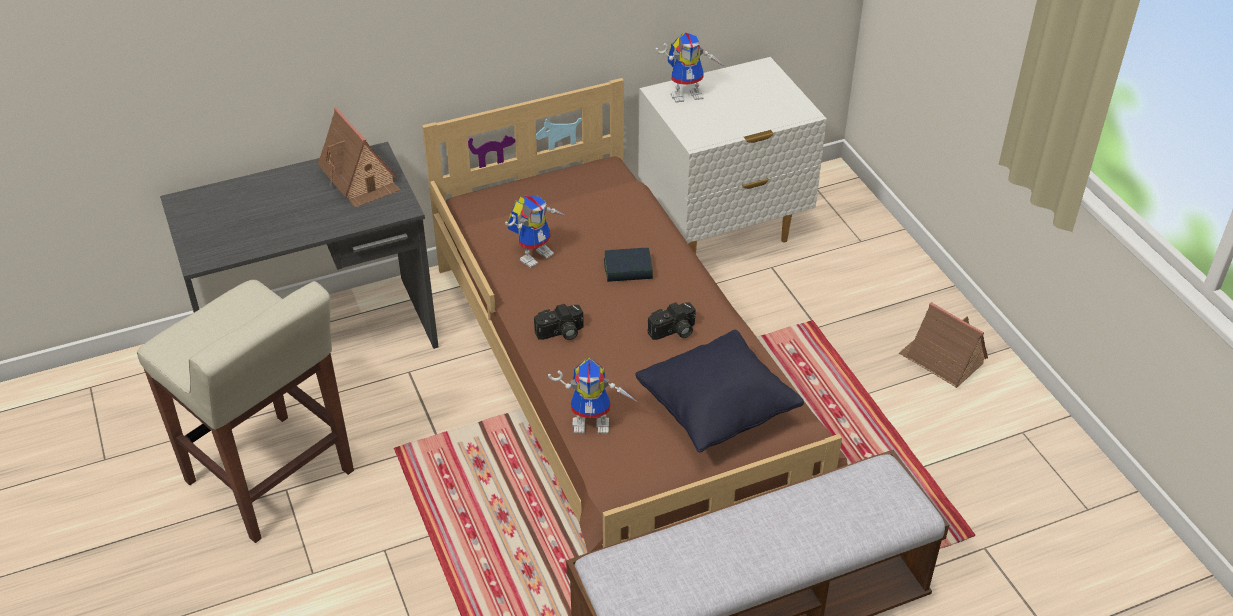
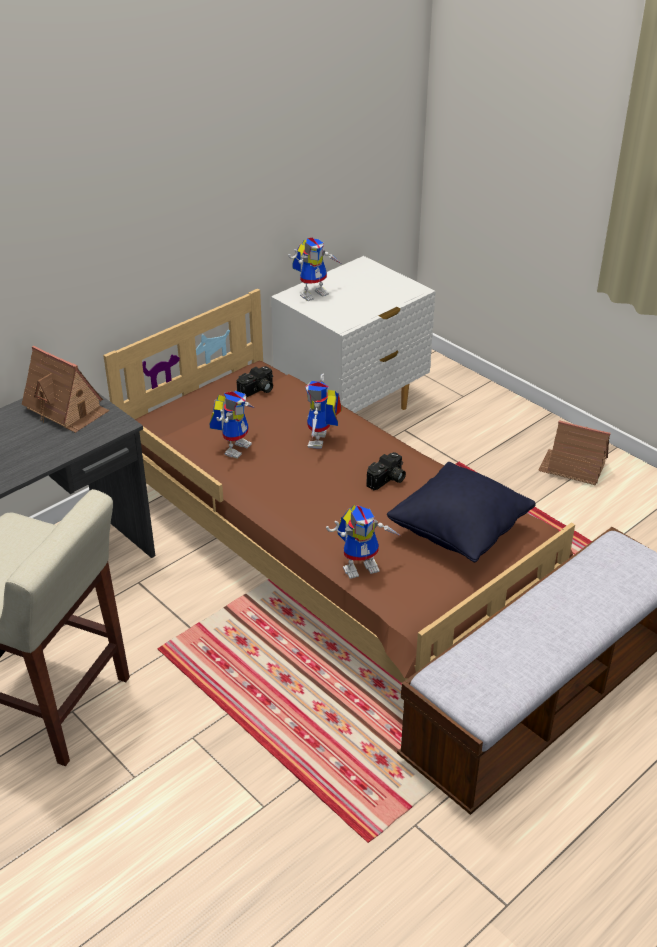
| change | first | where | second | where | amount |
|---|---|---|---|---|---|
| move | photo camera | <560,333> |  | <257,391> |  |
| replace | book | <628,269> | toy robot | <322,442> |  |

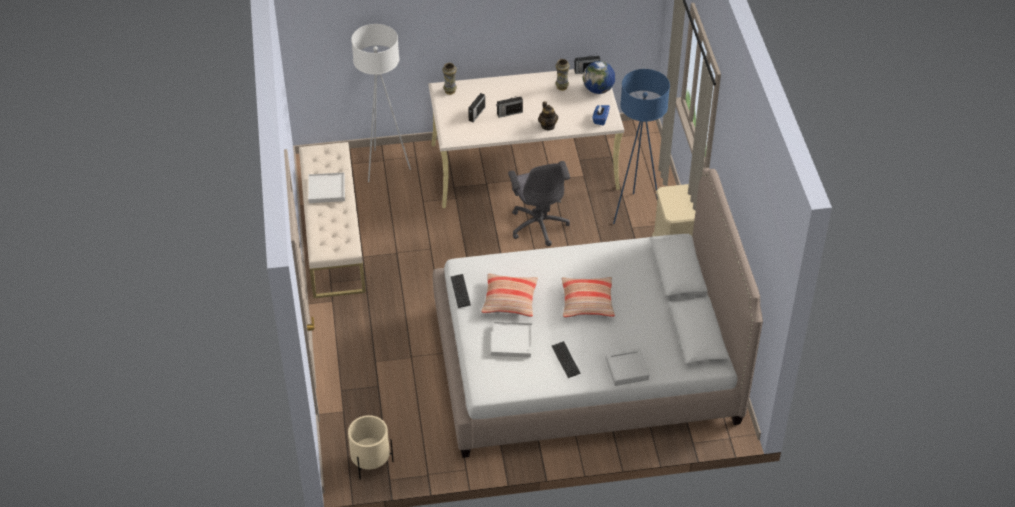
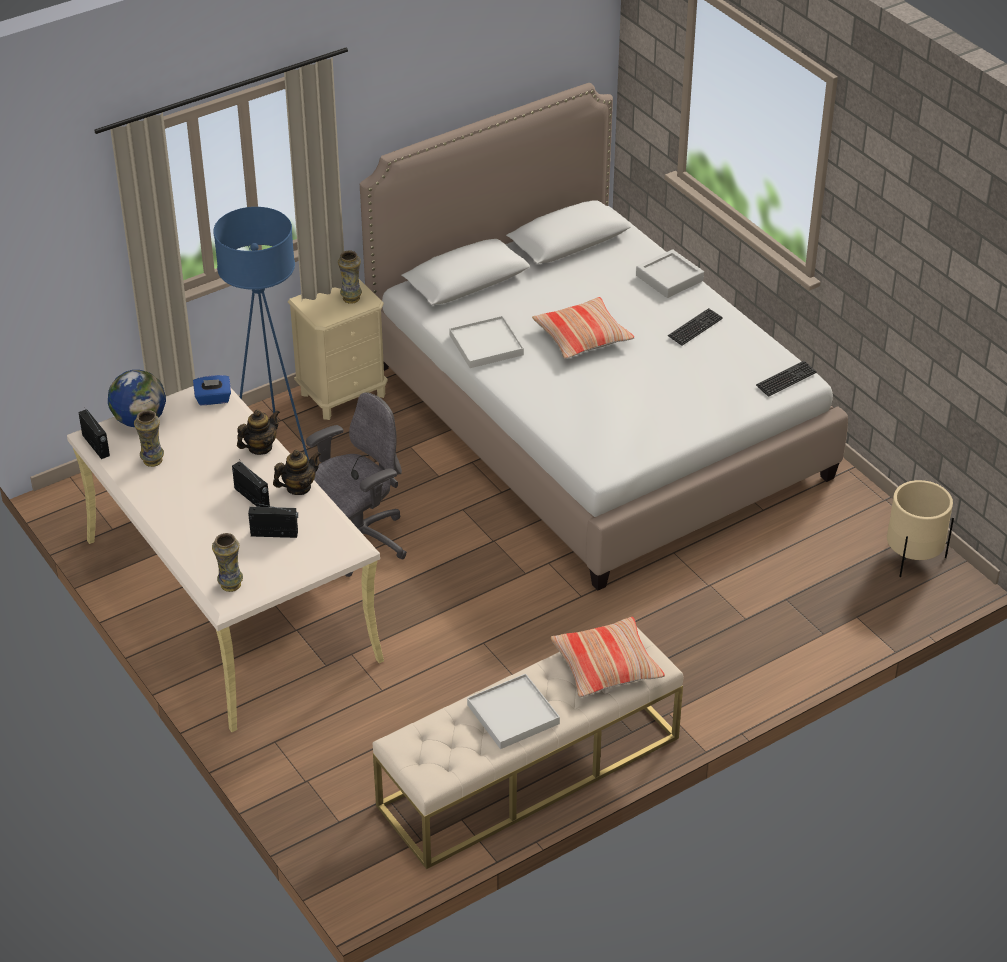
| change | first | where | second | where | amount |
|---|---|---|---|---|---|
| delete | floor lamp/white | <384,166> |  |  |  |
| insert |  |  | teapot | <298,488> |  |
| insert |  |  | vase | <351,298> |  |
| move | keyboard | <460,291> |  | <786,380> |  |
| move | pillow | <509,300> |  | <606,666> |  |
| move | tray/white | <512,341> |  | <486,345> |  |

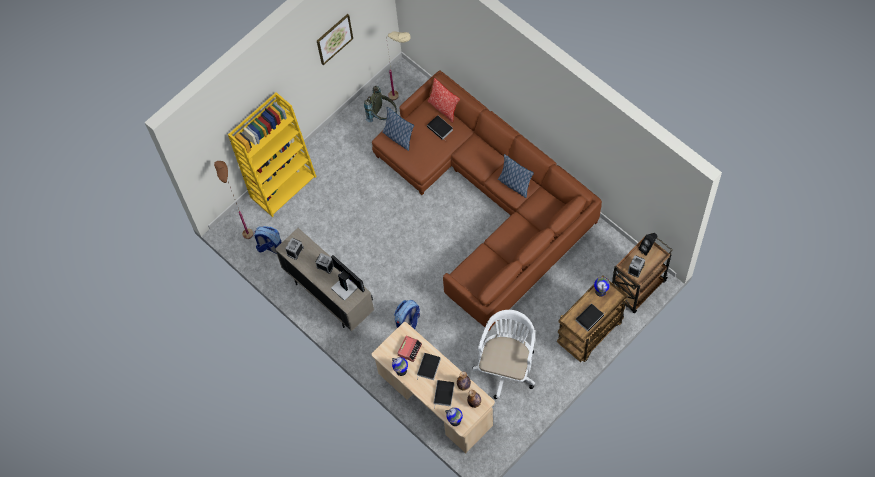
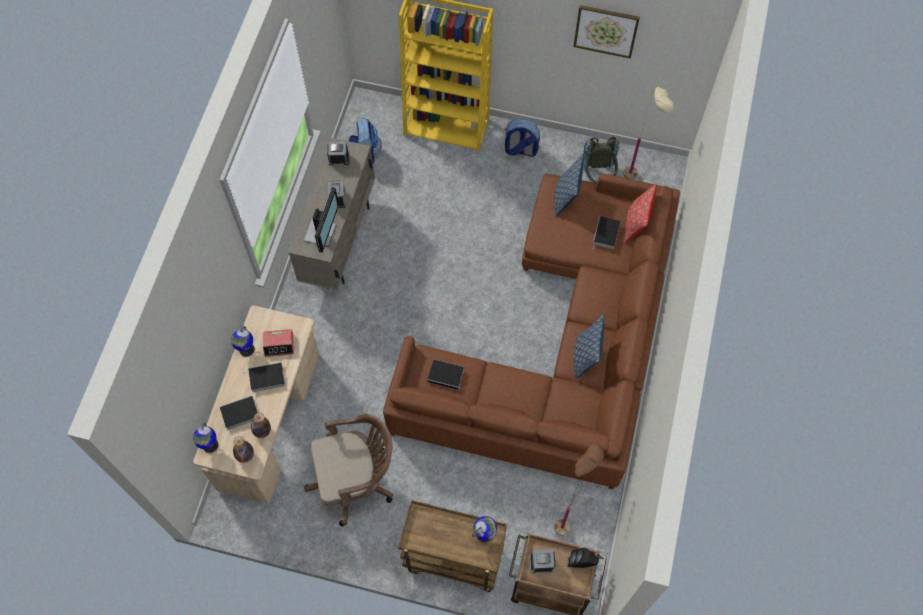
| change | first | where | second | where | amount |
|---|---|---|---|---|---|
| move | floor lamp/brown | <244,228> |  | <568,517> |  |
| move | backpack | <408,322> |  | <520,150> |  |
| move | book | <590,317> |  | <447,375> |  |
| recolor | office chair/white | <507,366> | office chair/brown | <356,480> |  |

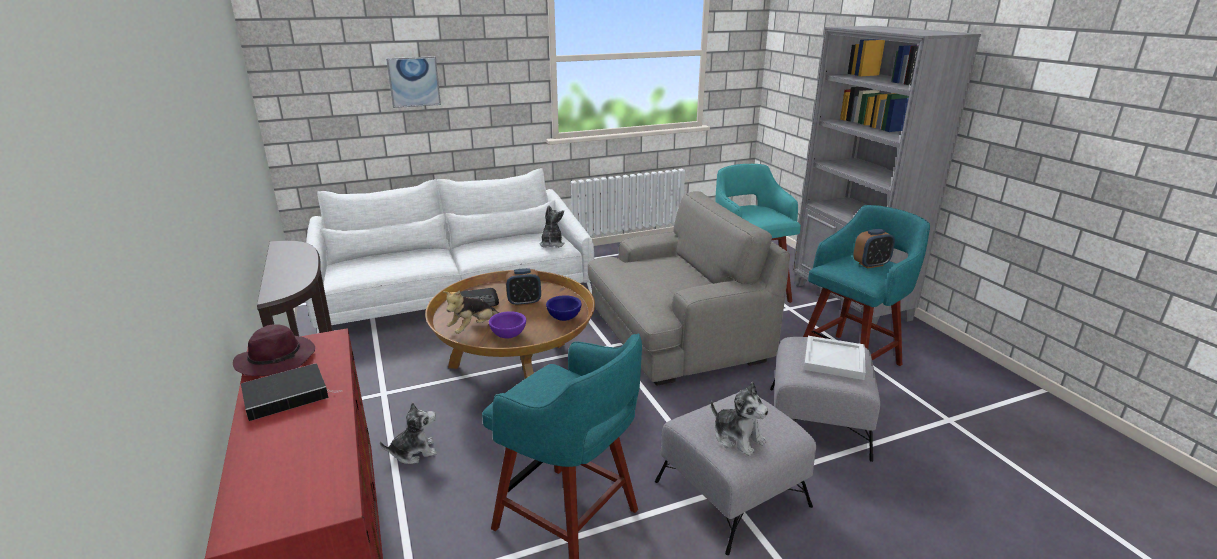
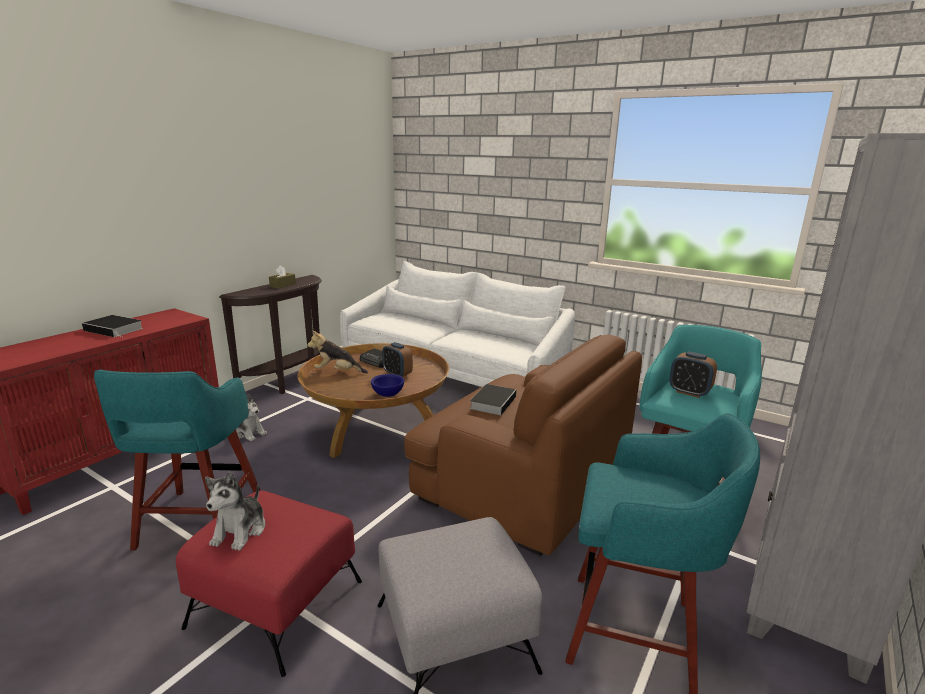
| change | first | where | second | where | amount |
|---|---|---|---|---|---|
| delete | hat/purple | <277,359> |  |  |  |
| delete | picture | <414,81> |  |  |  |
| delete | bowl/purple | <509,335> |  |  |  |
| delete | plush toy | <552,244> |  |  |  |
| delete | tray/white | <835,360> |  |  |  |
| insert |  |  | tissue box/brown | <282,285> |  |
| insert |  |  | book | <493,402> |  |
| move | alarm clock | <871,264> |  | <689,392> |  |
| recolor | armchair/grey | <676,336> | armchair/brown | <521,482> |  |
| recolor | ottoman/grey | <732,493> | ottoman/red | <277,604> |  |

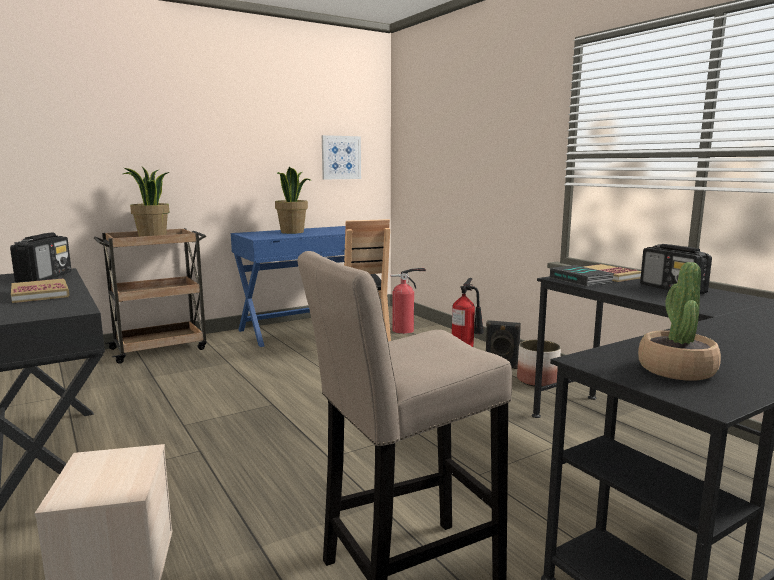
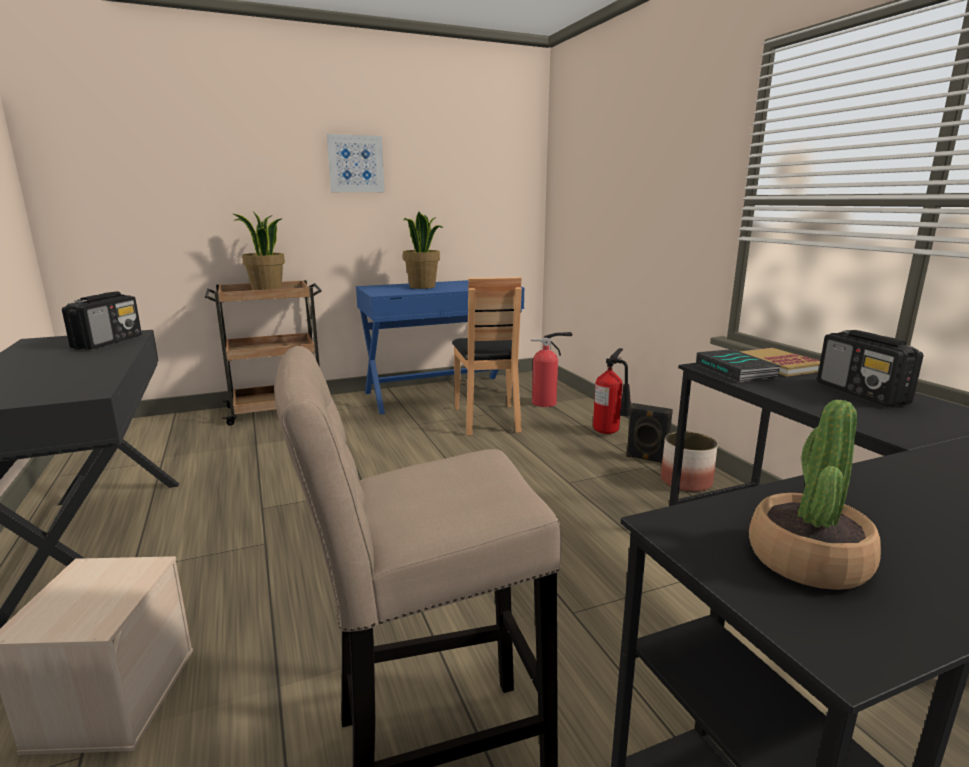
| change | first | where | second | where | amount |
|---|---|---|---|---|---|
| delete | book | <40,293> |  |  |  |
| move | picture | <341,157> |  | <355,164> |  |

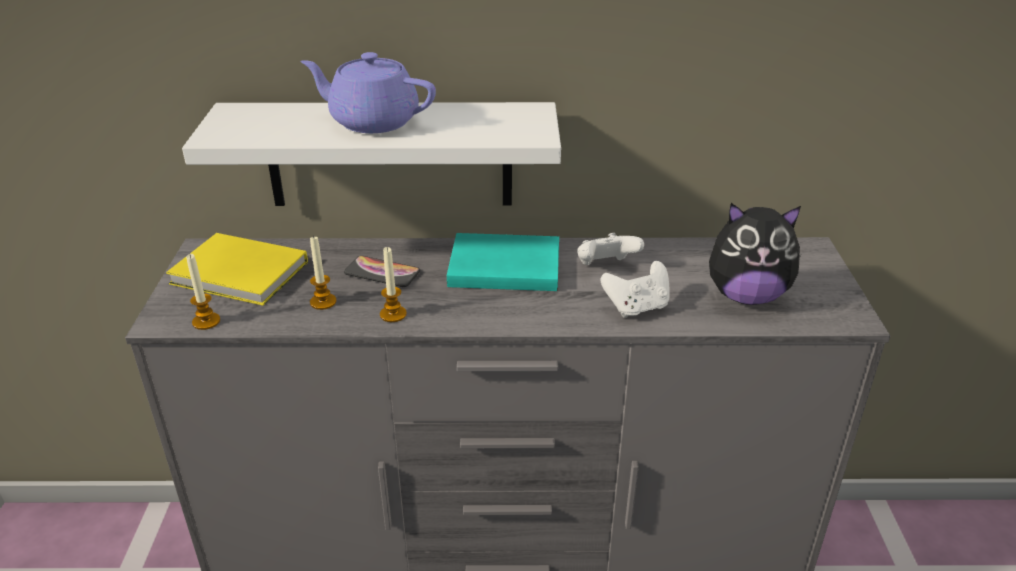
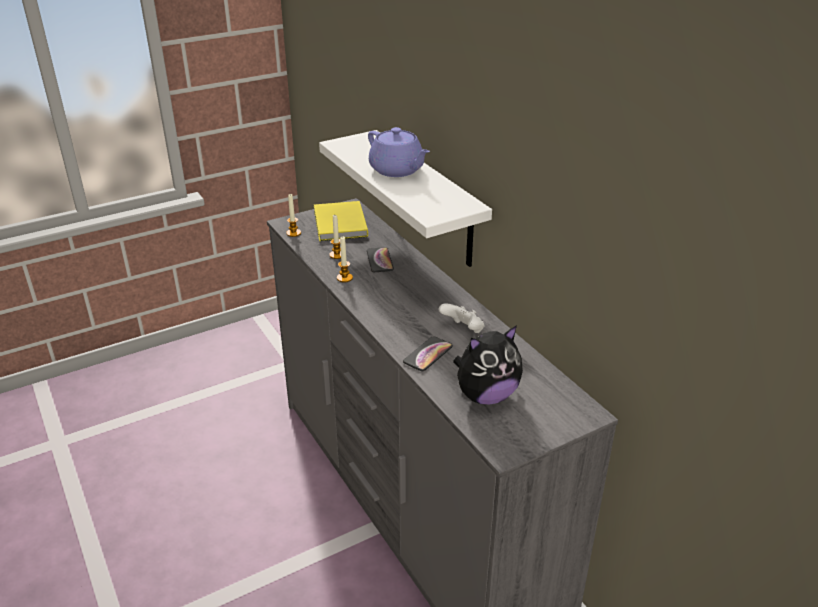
| change | first | where | second | where | amount |
|---|---|---|---|---|---|
| delete | book/turquoise | <501,265> |  |  |  |
| replace | game controller/white | <637,307> | phone | <428,354> |  |
| rotate | teapot/purple | <372,121> |  | <397,170> | 150 degrees clockwise |
| rotate | plush toy | <746,296> |  | <486,395> | 90 degrees counterclockwise |

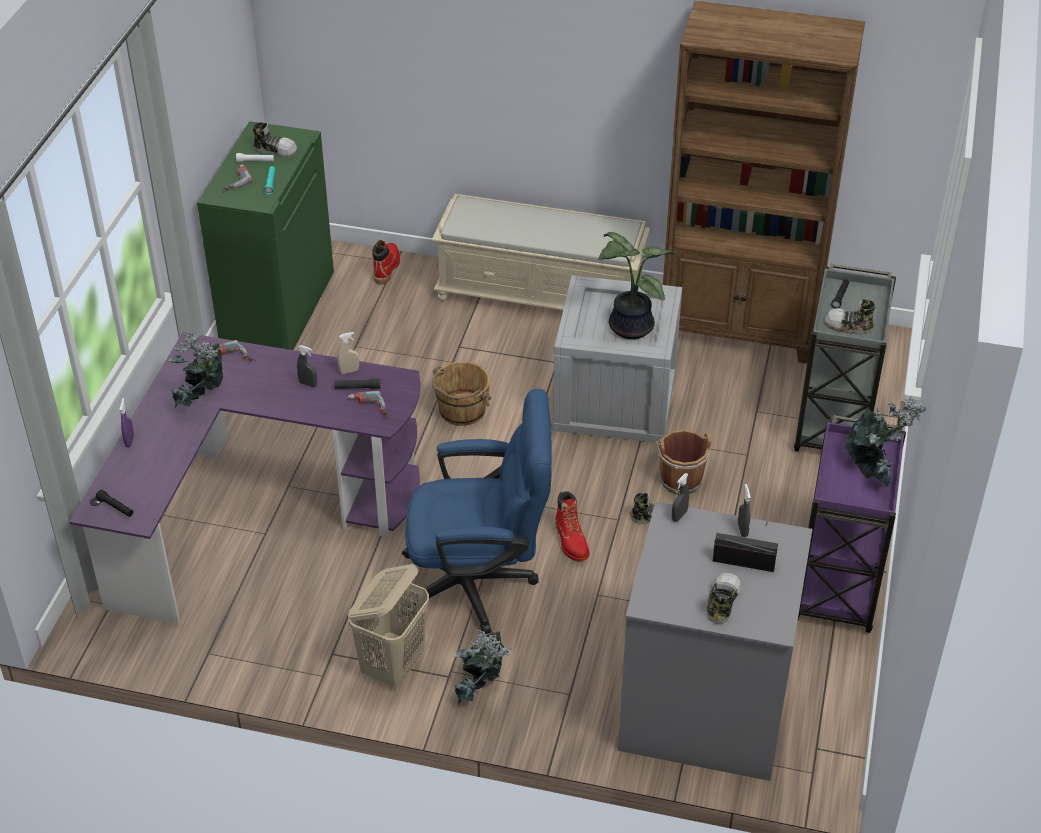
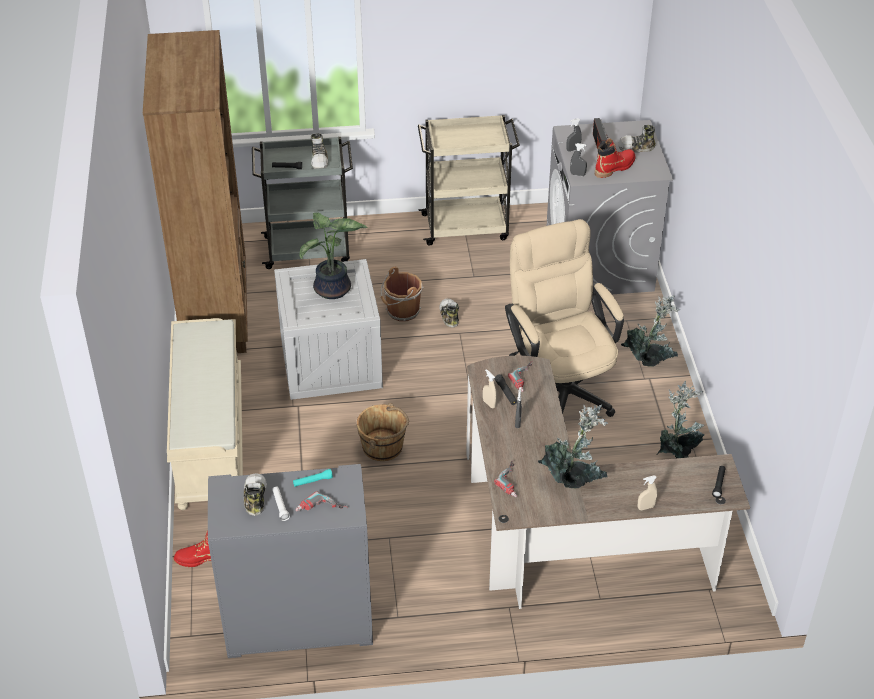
| change | first | where | second | where | amount |
|---|---|---|---|---|---|
| delete | laundry basket/beige | <393,665> |  |  |  |
| move | boot/red | <571,541> |  | <615,167> |  |
| move | potted plant | <874,471> |  | <677,453> |  |
| recolor | desk/purple | <254,511> | desk/brown | <563,537> |  |
| recolor | spray bottle/purple | <129,441> | spray bottle/beige | <646,507> |  |
| recolor | cabinet/green | <277,309> | cabinet/grey | <298,621> |  |
| recolor | office chair/blue | <480,584> | office chair/beige | <560,385> |  |
| recolor | cart/purple | <837,587> | cart/beige | <466,227> |  |

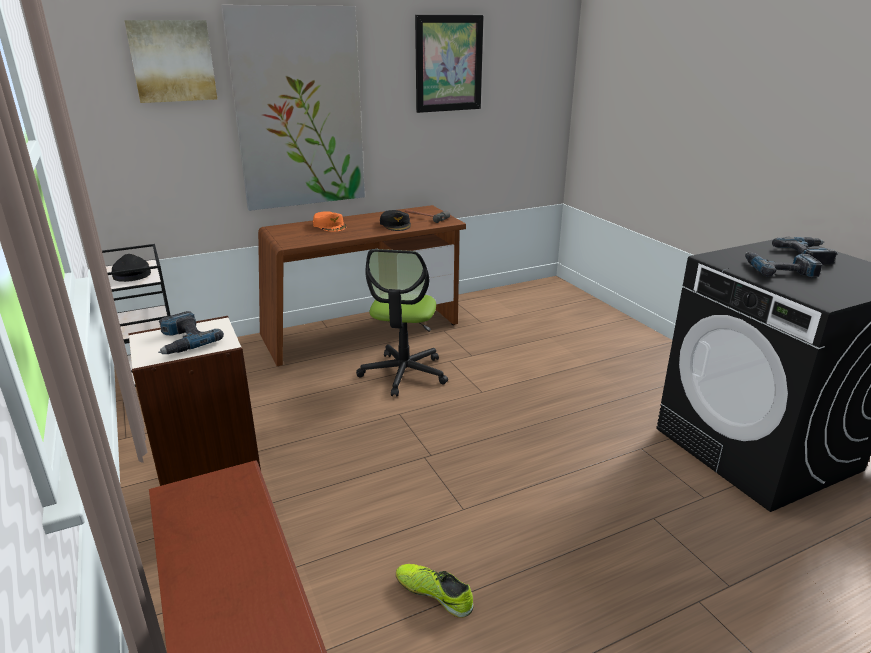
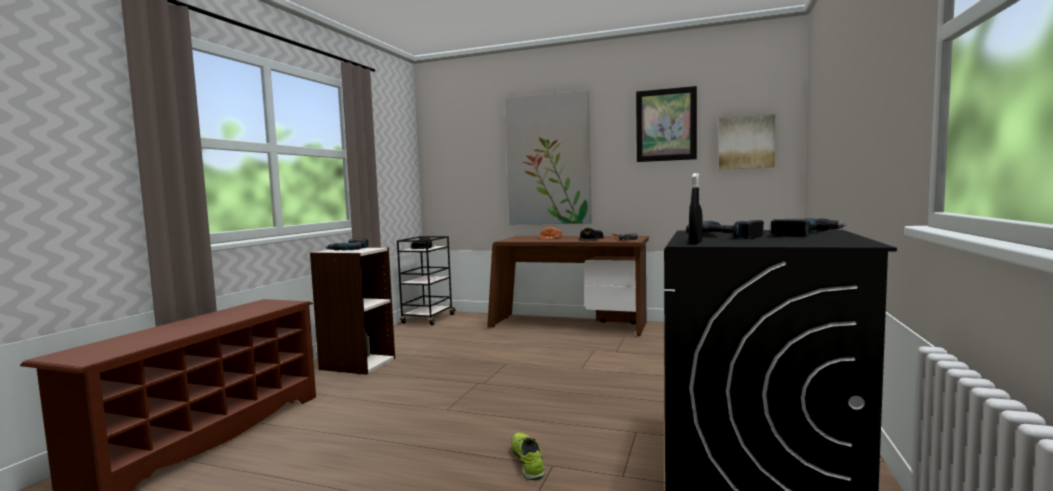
| change | first | where | second | where | amount |
|---|---|---|---|---|---|
| delete | office chair | <404,373> |  |  |  |
| insert |  |  | spray bottle/black | <695,243> |  |
| move | picture | <172,61> |  | <746,142> |  |
| move | shoe | <434,594> |  | <527,461> |  |

